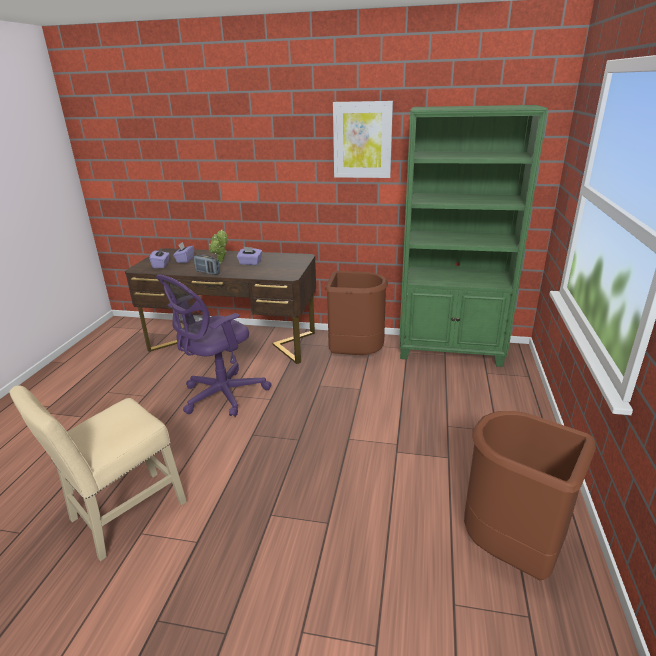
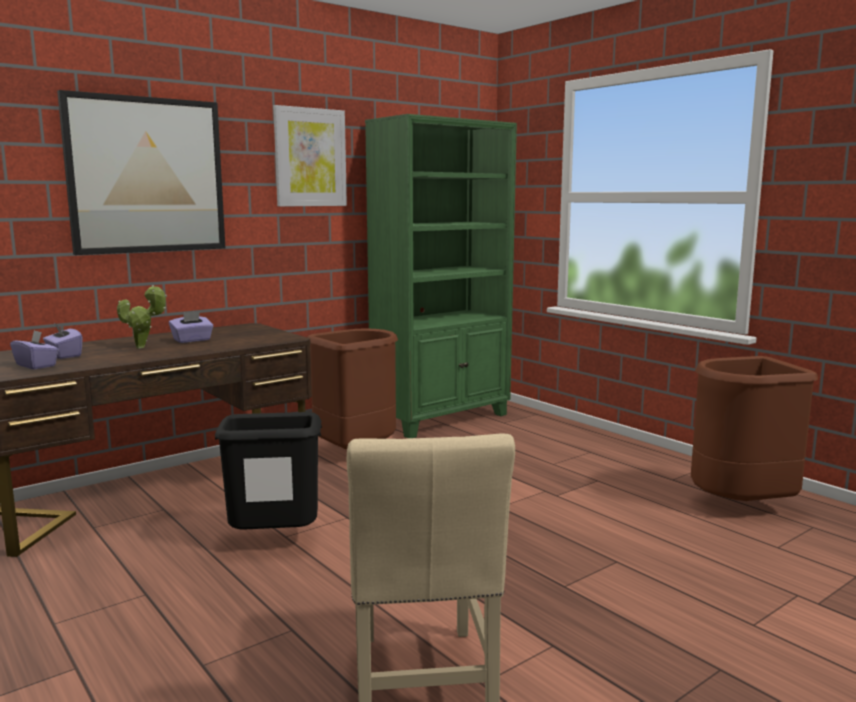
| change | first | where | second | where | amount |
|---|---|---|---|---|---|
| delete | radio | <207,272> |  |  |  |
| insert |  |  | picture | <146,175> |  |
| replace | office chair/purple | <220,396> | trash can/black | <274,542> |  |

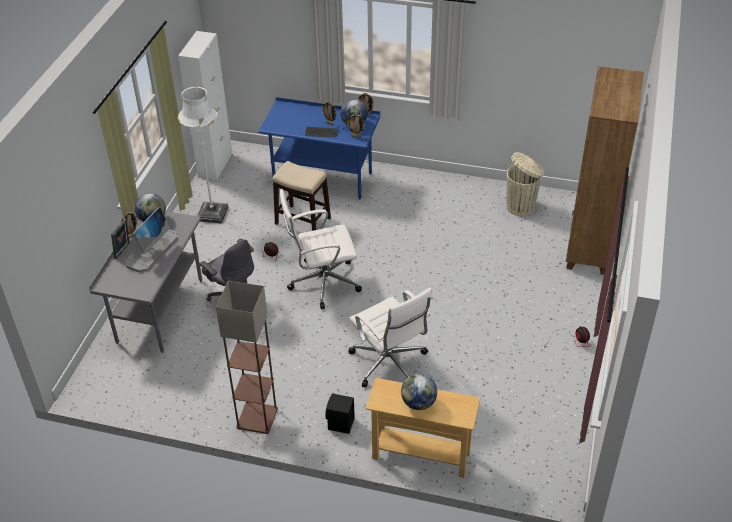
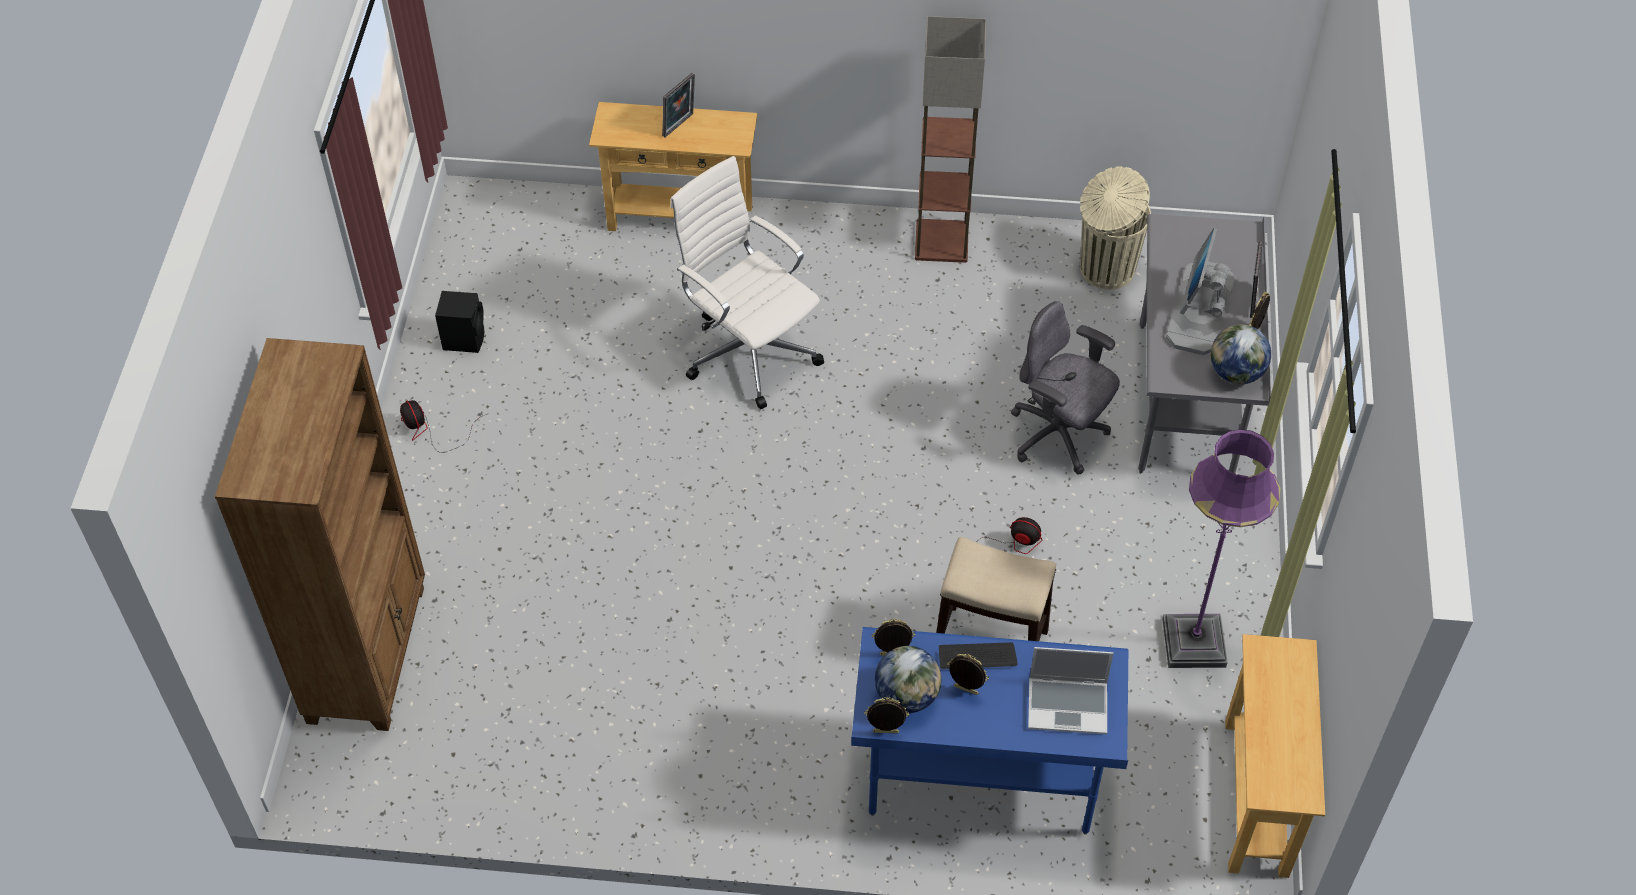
| change | first | where | second | where | amount |
|---|---|---|---|---|---|
| delete | office chair/white | <322,282> |  |  |  |
| insert |  |  | laptop | <1068,705> |  |
| move | speaker/black | <340,424> |  | <464,338> |  |
| move | trash can/beige | <521,206> |  | <1105,269> |  |
| replace | cabinet/white | <215,165> | console table/beige | <1256,797> |  |
| replace | globe | <418,403> | picture frame | <680,126> |  |
| recolor | floor lamp/white | <212,213> | floor lamp/purple | <1193,643> |  |

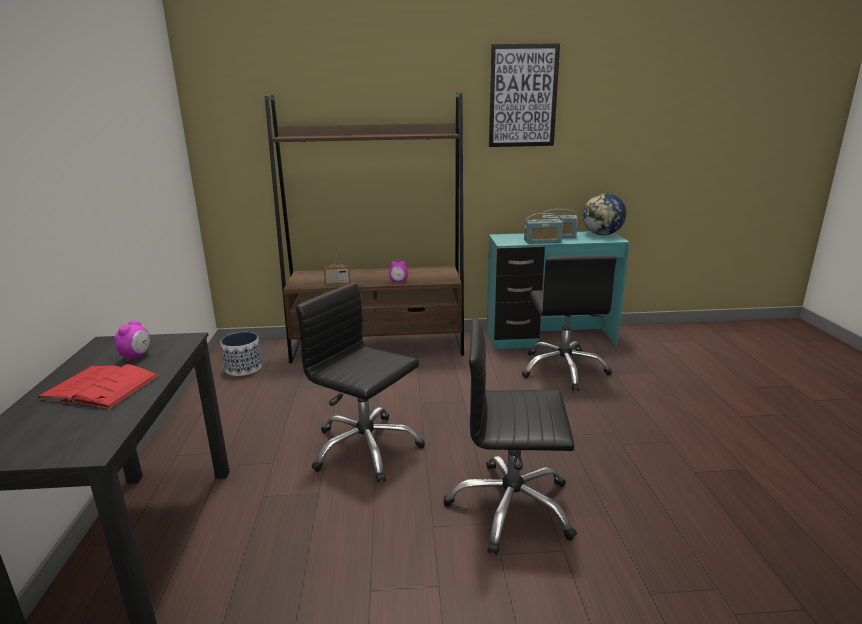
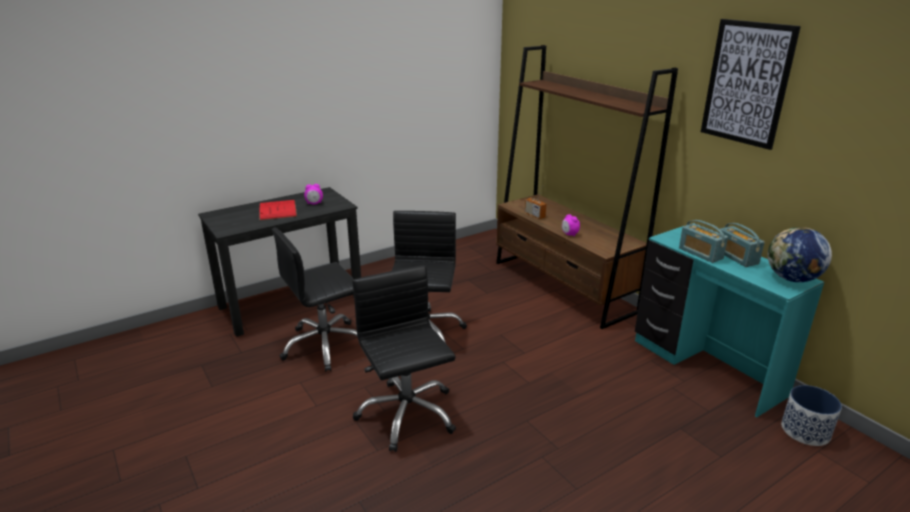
| change | first | where | second | where | amount |
|---|---|---|---|---|---|
| move | planter | <244,368> |  | <805,431> |  |
| move | office chair/black | <563,369> |  | <325,346> |  |

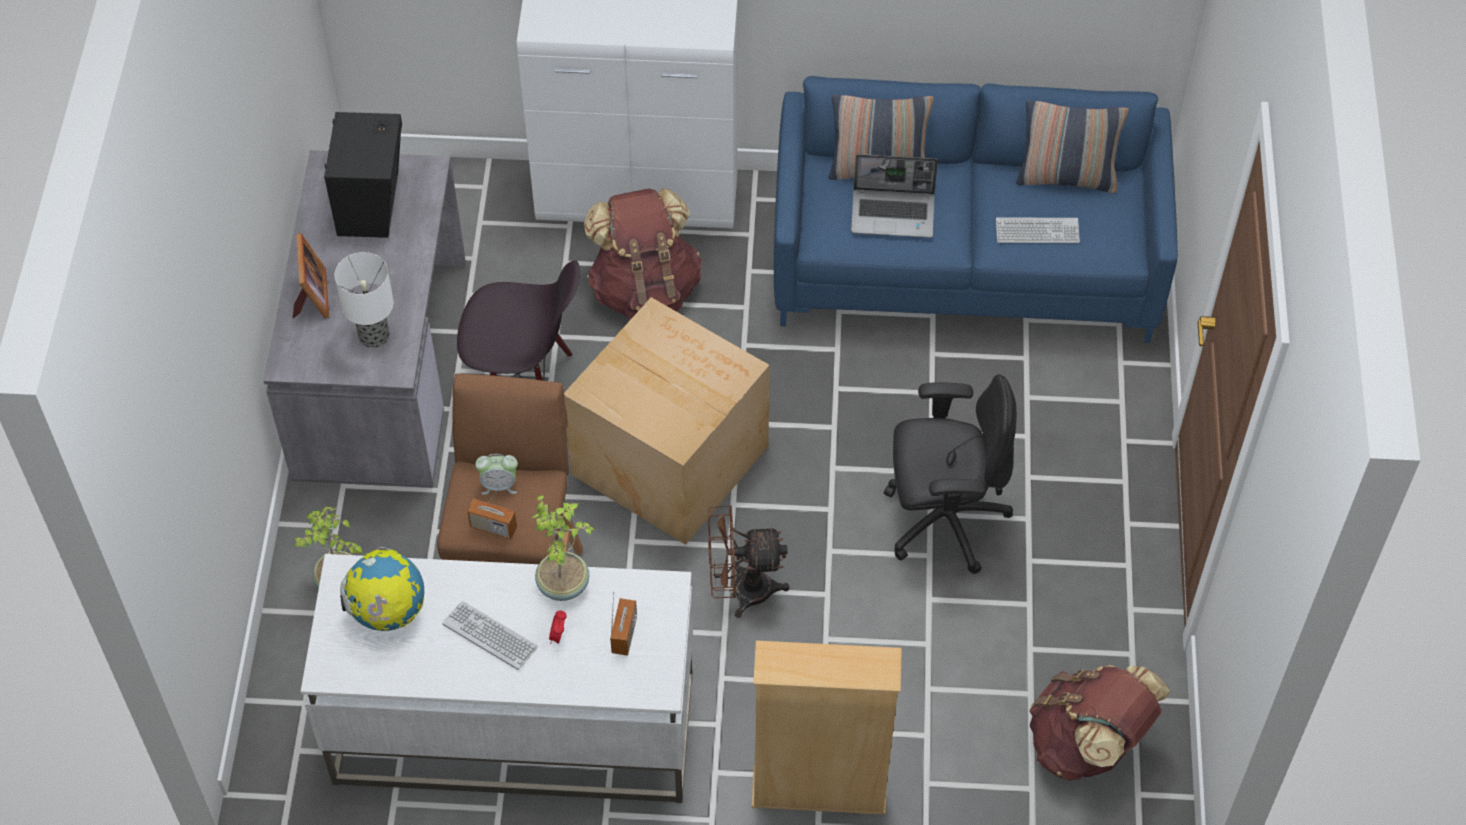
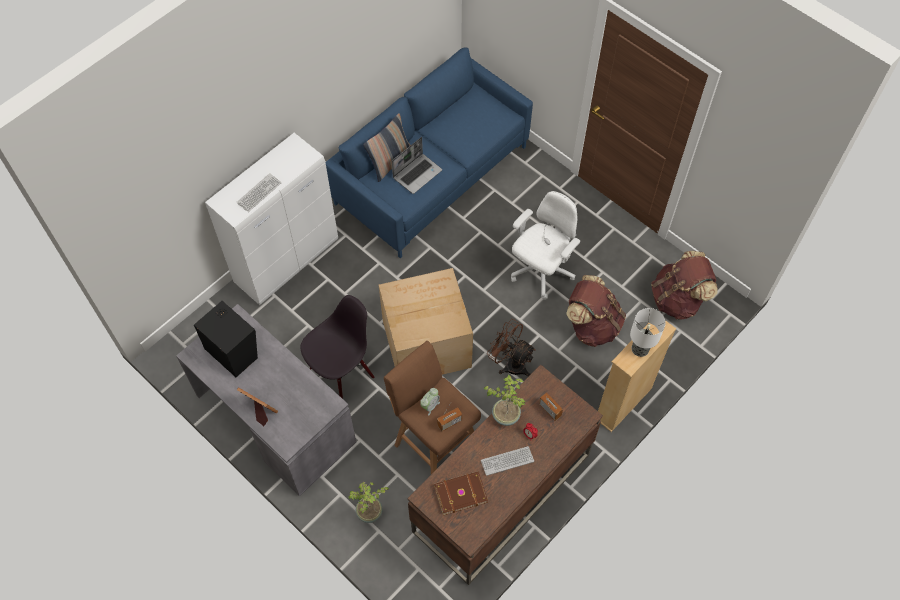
| change | first | where | second | where | amount |
|---|---|---|---|---|---|
| delete | pillow | <1066,177> |  |  |  |
| move | table lamp | <375,336> |  | <640,348> |  |
| move | backpack/brown | <645,288> |  | <592,325> |  |
| move | keyboard | <1037,231> |  | <259,193> |  |
| replace | globe | <388,611> | book/brown | <460,493> |  |
| recolor | desk/white | <513,727> | desk/brown | <501,494> |  |
| recolor | office chair/black | <943,520> | office chair/white | <541,271> |  |
| rotate | fan/brown | <741,590> |  | <510,363> | 90 degrees clockwise |

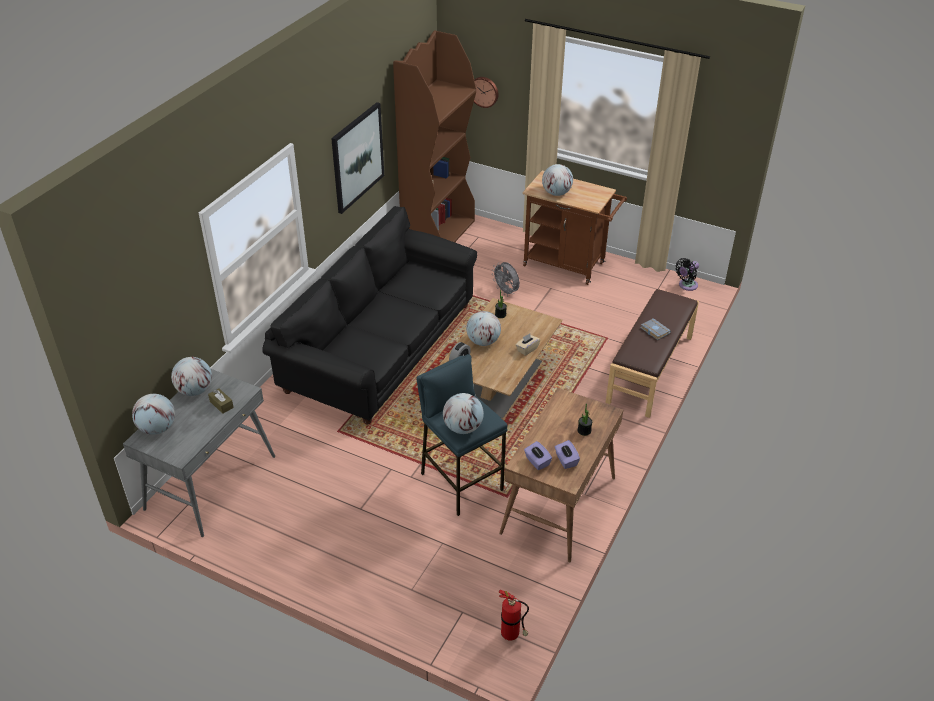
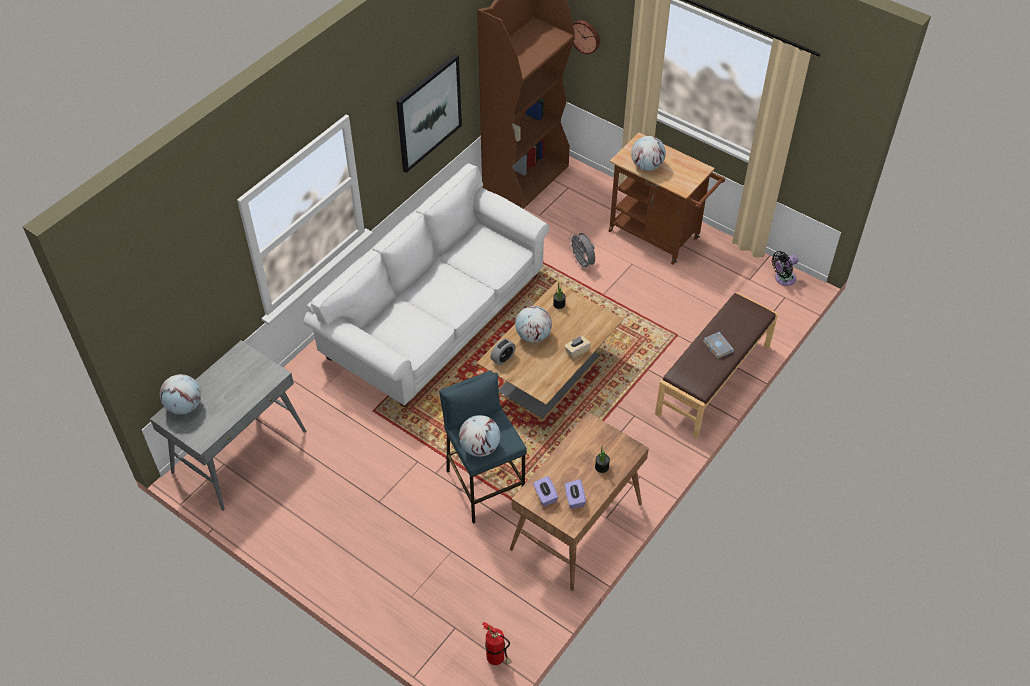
| change | first | where | second | where | amount |
|---|---|---|---|---|---|
| delete | globe | <195,390> |  |  |  |
| delete | tissue box/brown | <221,404> |  |  |  |
| recolor | sofa/black | <380,348> | sofa/white | <435,316> |  |

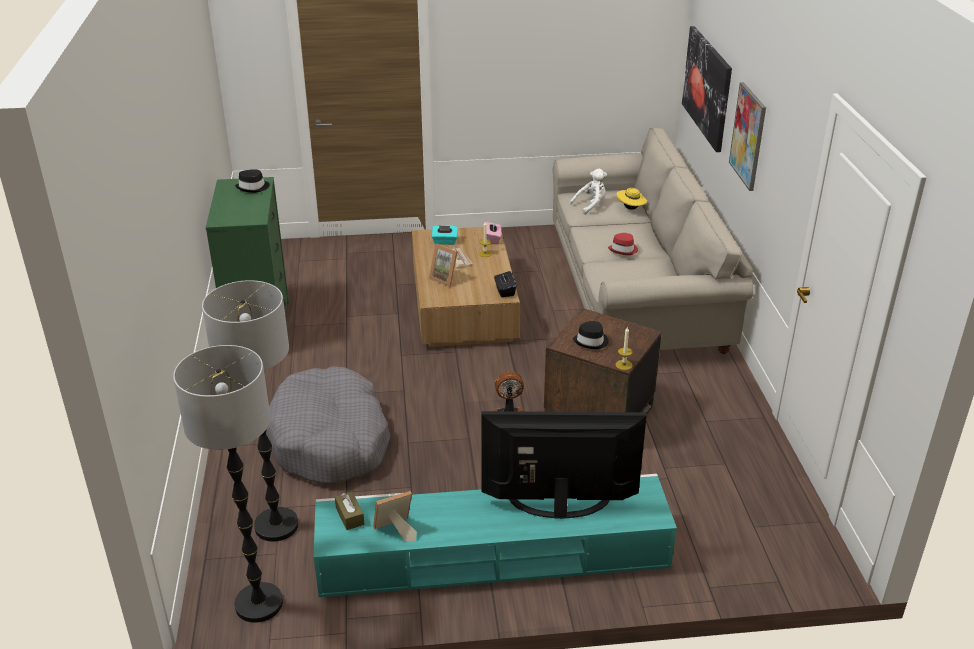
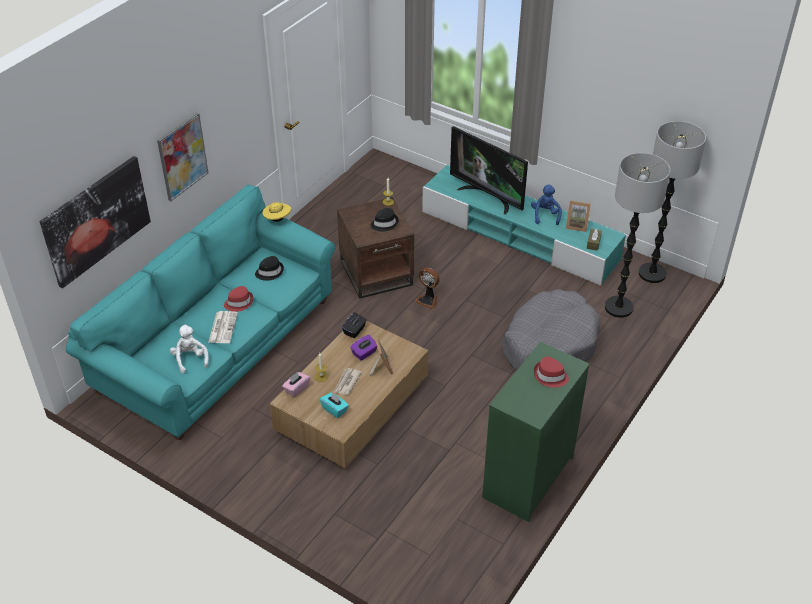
| change | first | where | second | where | amount |
|---|---|---|---|---|---|
| insert |  |  | newspaper | <223,327> |  |
| insert |  |  | tissue box/purple | <364,353> |  |
| insert |  |  | plush toy/blue | <545,215> |  |
| insert |  |  | hat/red | <550,376> |  |
| move | hat/black | <253,187> |  | <269,272> |  |
| move | hat/yellow | <631,208> |  | <277,219> |  |
| recolor | sofa/beige | <635,289> | sofa/turquoise | <217,346> |  |
| rotate | plush toy/white | <590,205> |  | <190,359> | 60 degrees clockwise |

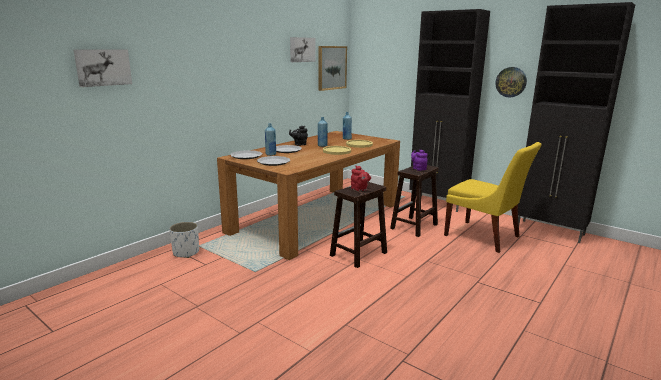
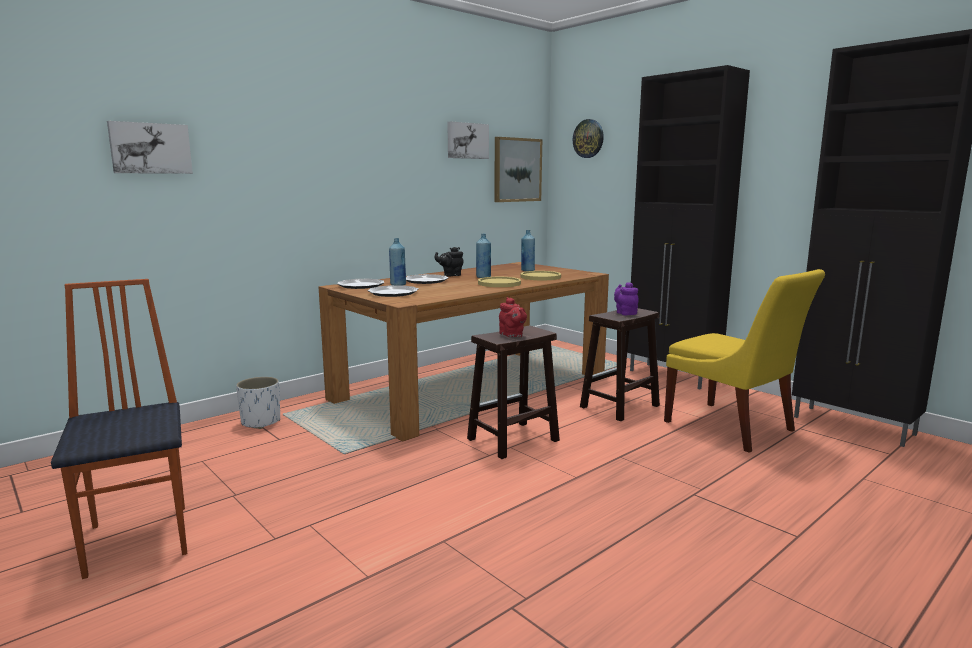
| change | first | where | second | where | amount |
|---|---|---|---|---|---|
| insert |  |  | chair | <141,538> |  |
| move | wall clock | <511,82> |  | <588,138> |  |

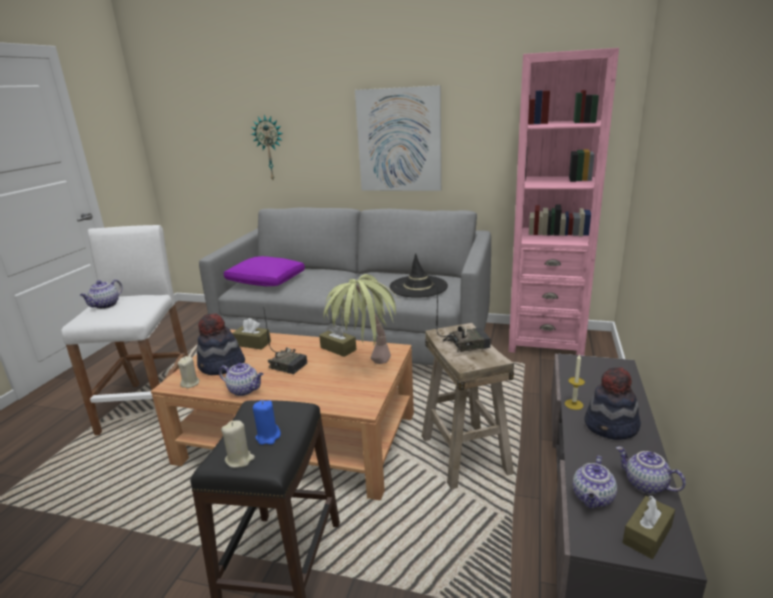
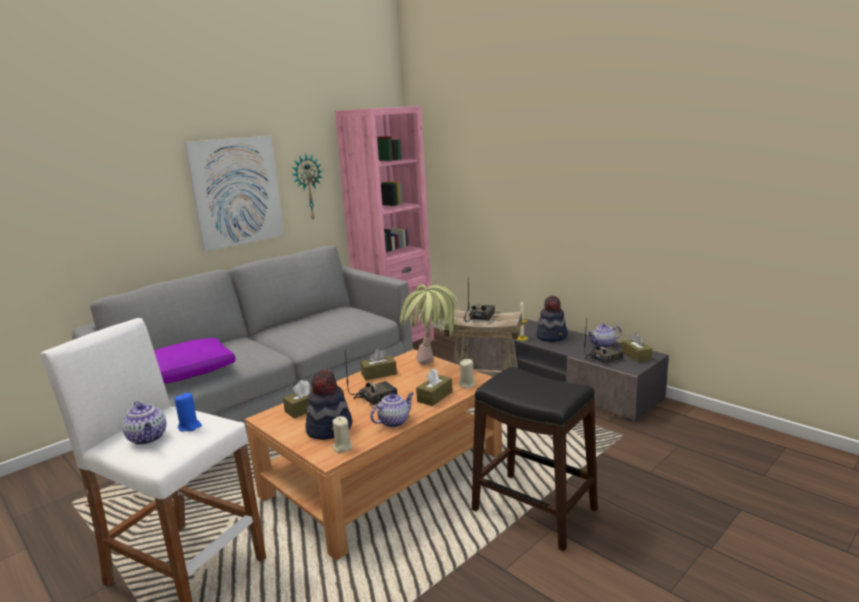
| change | first | where | second | where | amount |
|---|---|---|---|---|---|
| delete | hat/black | <418,287> |  |  |  |
| insert |  |  | tissue box/brown | <435,397> |  |
| move | candle/beige | <239,459> |  | <467,384> |  |
| move | wall clock | <270,148> |  | <307,187> |  |
| move | candle/blue | <268,437> |  | <189,426> |  |
| replace | teapot | <593,498> | radio | <603,358> |  |

